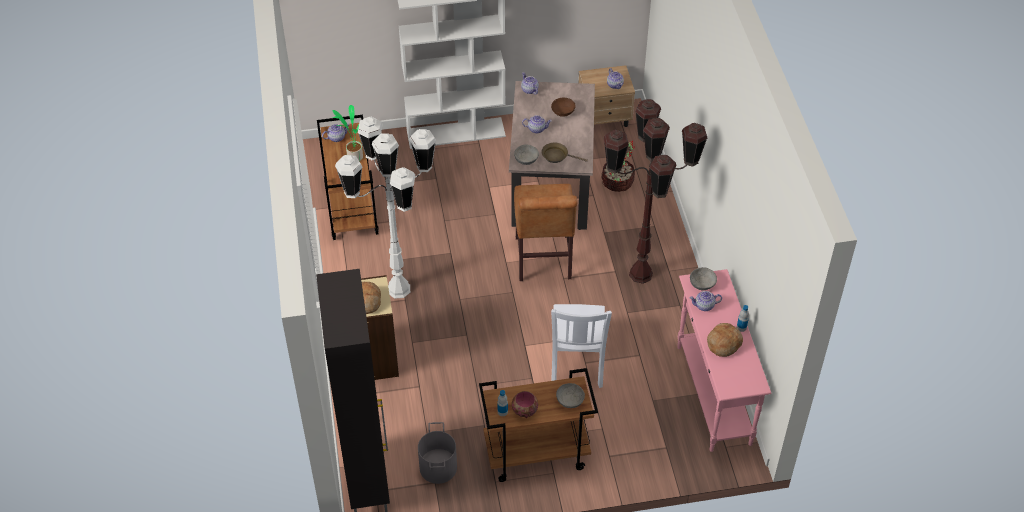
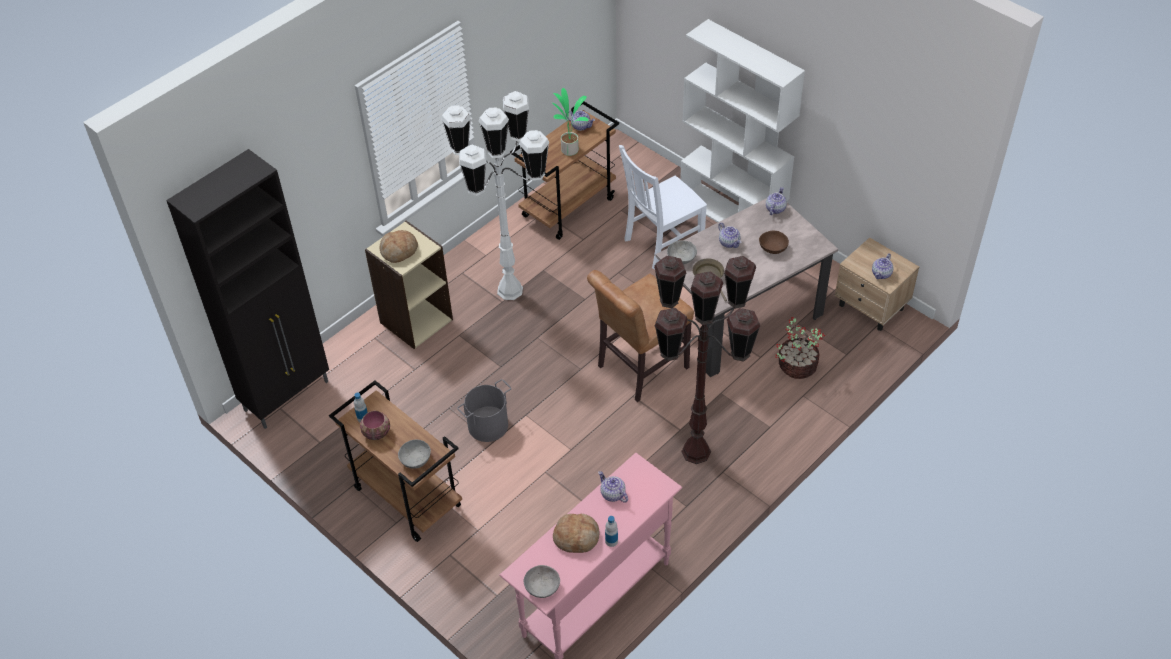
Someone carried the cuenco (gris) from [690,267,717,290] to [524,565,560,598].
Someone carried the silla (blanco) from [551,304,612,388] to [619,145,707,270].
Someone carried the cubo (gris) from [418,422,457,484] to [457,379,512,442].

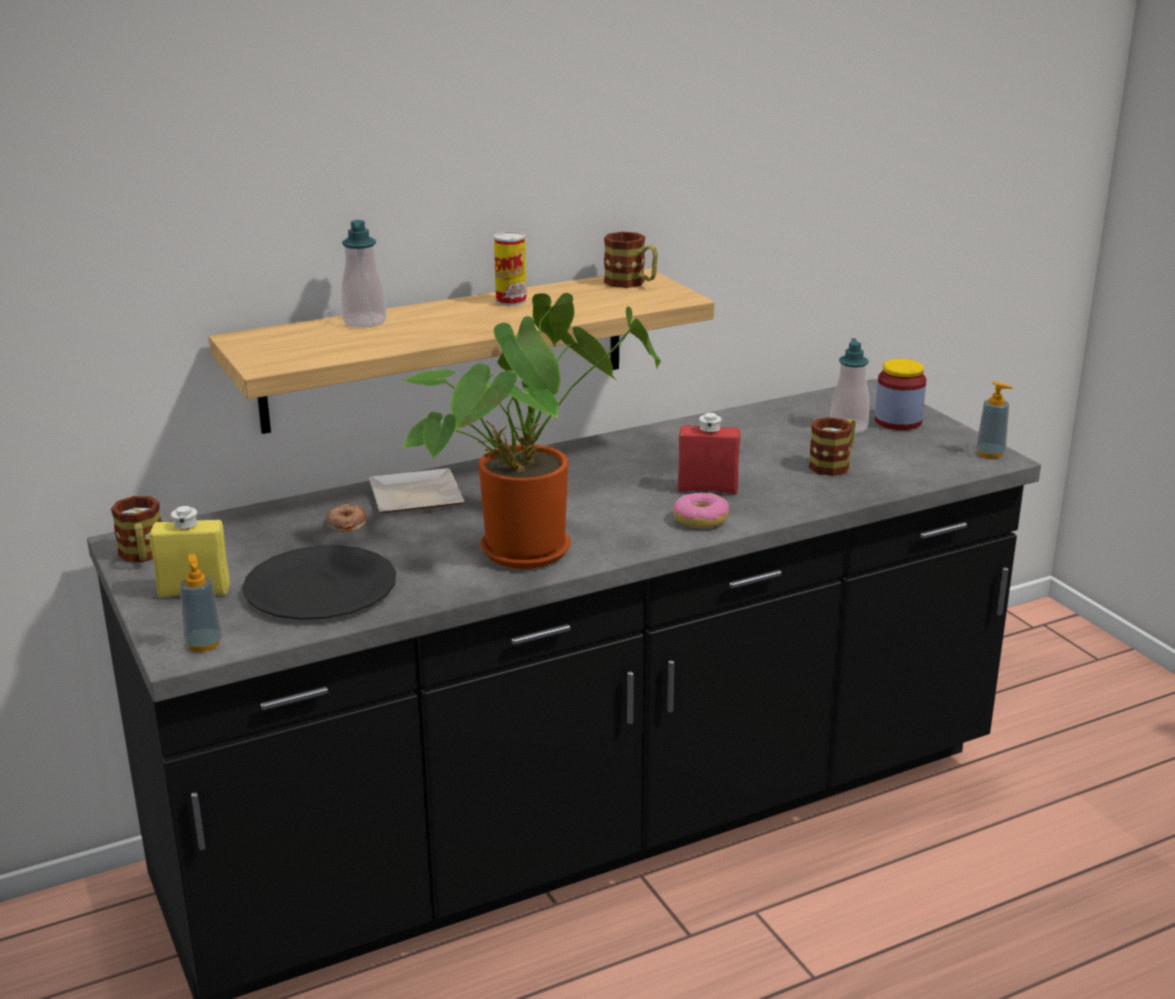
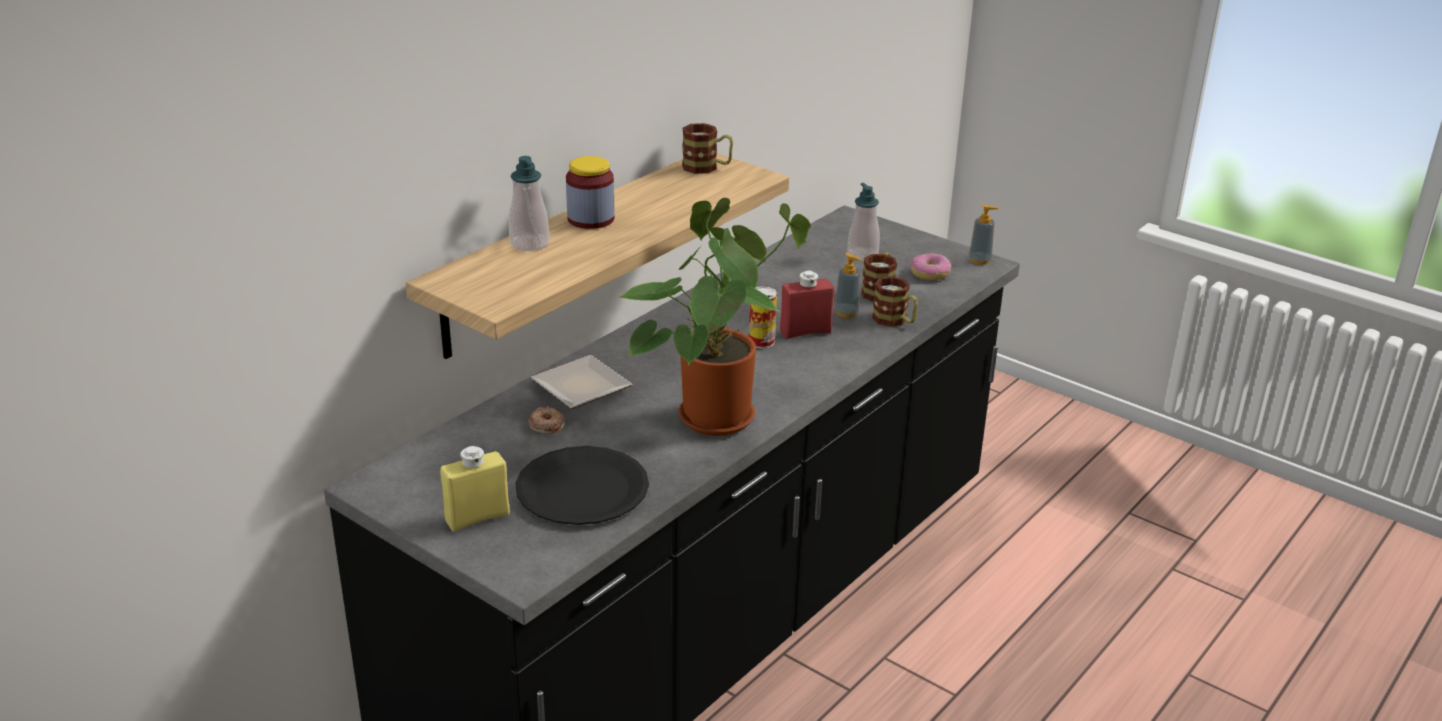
Someone carried the lata from [494,231,527,306] to [749,286,777,349].
Someone carried the tarro from [875,359,926,430] to [566,156,615,229].
Someone carried the rosquilla from [673,492,729,528] to [910,253,951,280].
Someone carried the taza grande from [111,496,162,562] to [872,276,918,327].
Someone carried the dispensador de jabón from [180,554,222,652] to [834,253,861,318].

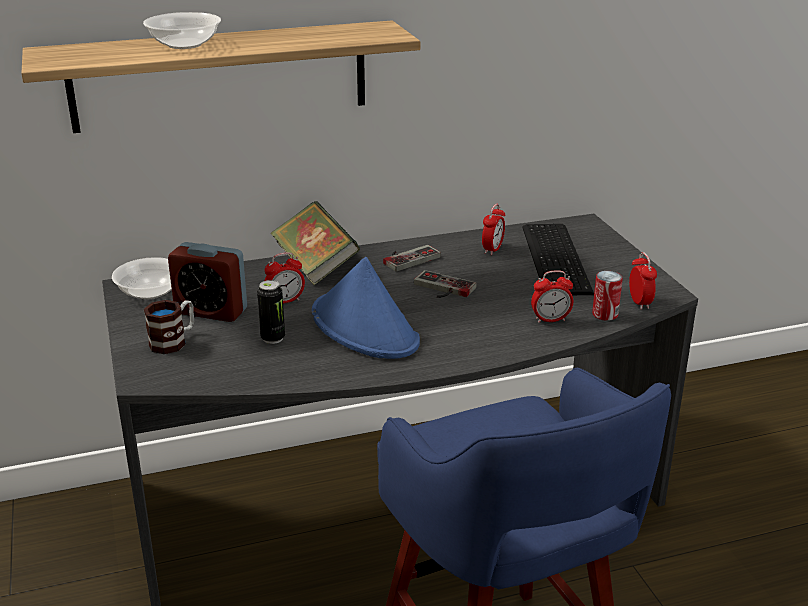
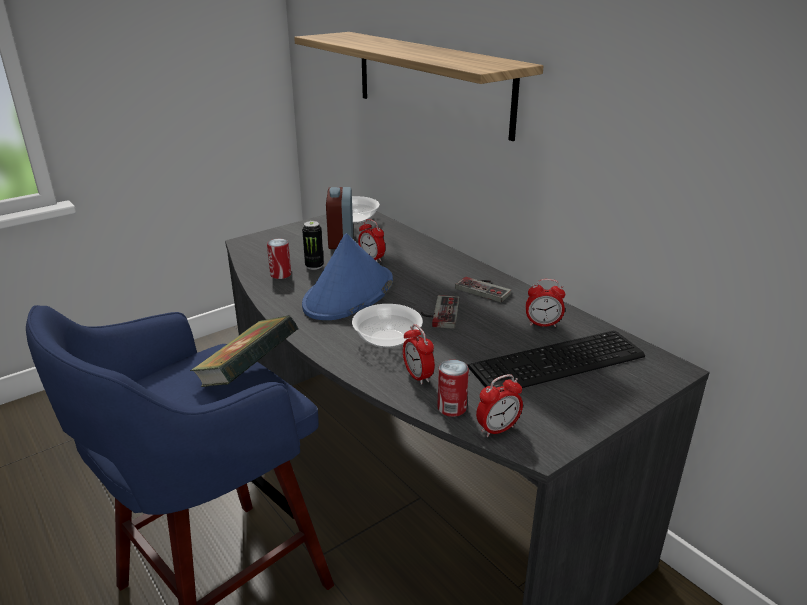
Someone carried the cuenco from [143,12,221,49] to [352,304,423,348].
Someone carried the libro from [270,201,360,286] to [190,315,298,387].
Someone took away the taza grande at [144,300,194,354].
Someone put down the lata at [267,239,291,279].

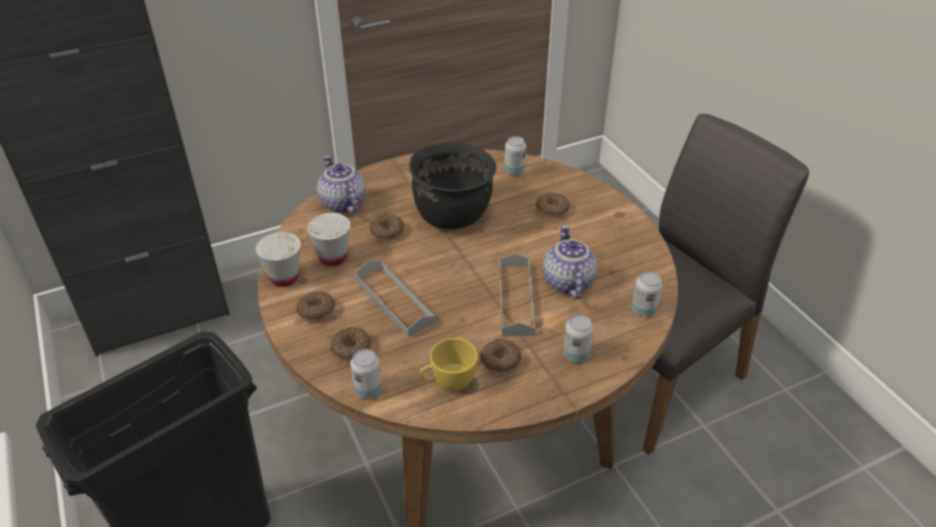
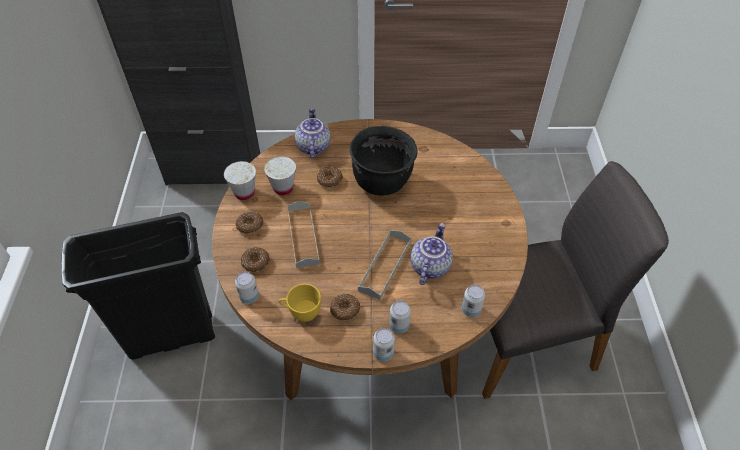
Someone carried the lata from [504,136,526,175] to [373,328,395,361].
Someone took away the rosquilla at [536,192,569,218].

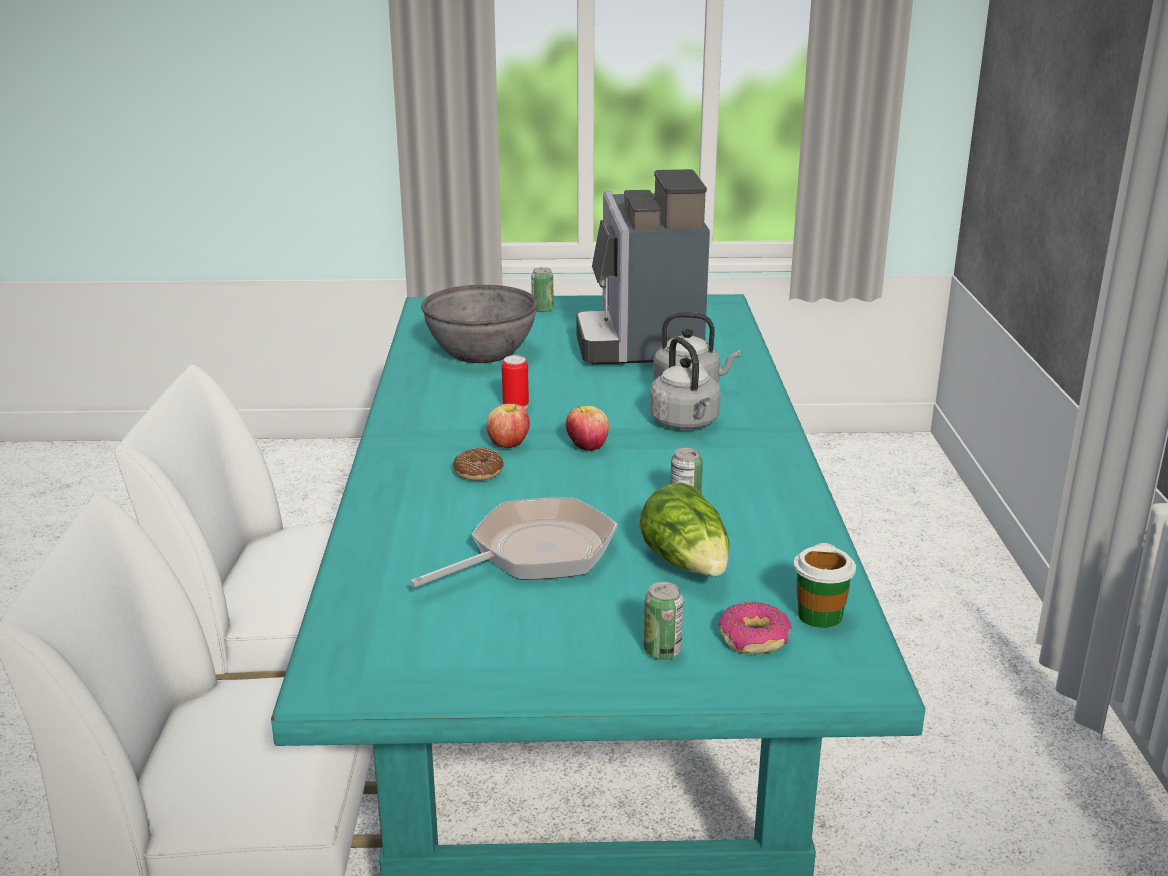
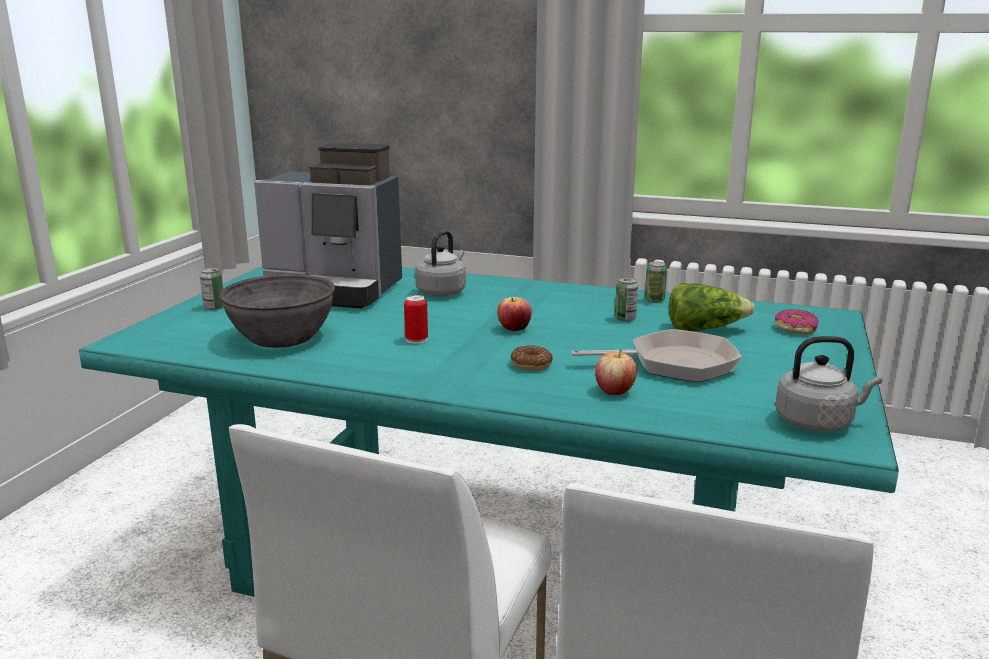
Someone carried the hervidor (gris) from [650,337,721,429] to [775,336,883,432].
Someone carried the manzana from [486,404,530,448] to [595,349,637,395].
Someone rotated the sartén at [410,497,618,587] by 105 degrees clockwise.
Someone took away the taza at [794,543,856,628].
Someone carried the lata from [644,582,684,660] to [645,261,667,303].

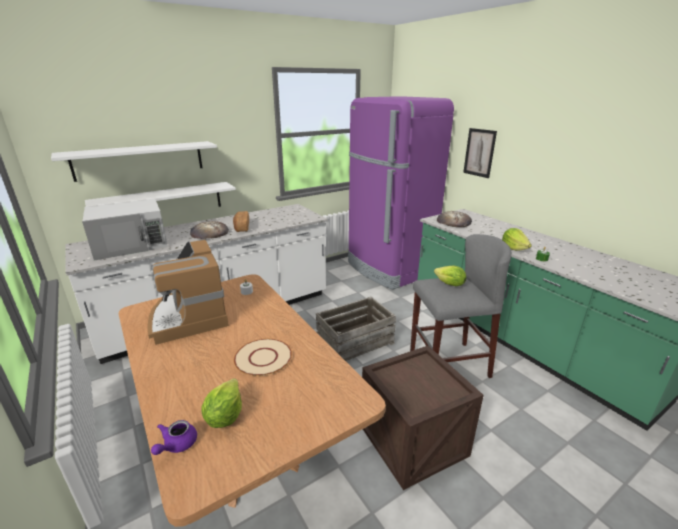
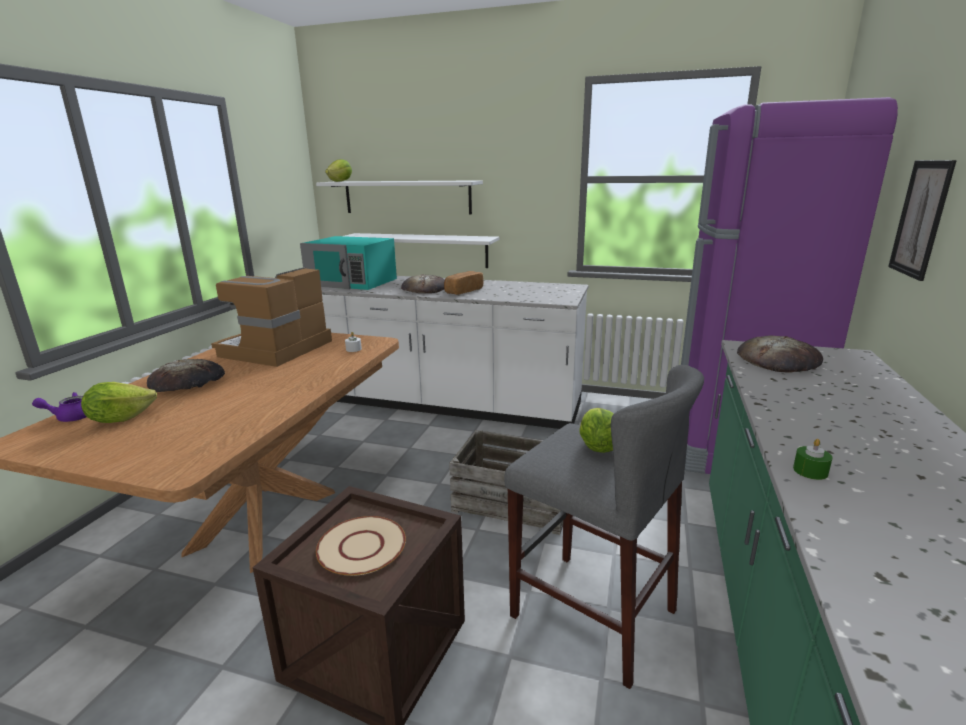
Someone repainted the microondas (blanco) at [82,198,168,261], which became the microondas (turquesa) at [300,236,397,290].
Someone carried the lechuga from [502,228,532,251] to [325,159,352,182].
Someone carried the plato (beis) from [234,339,292,376] to [316,516,406,576].
Someone put down the pan at [147,359,225,392].

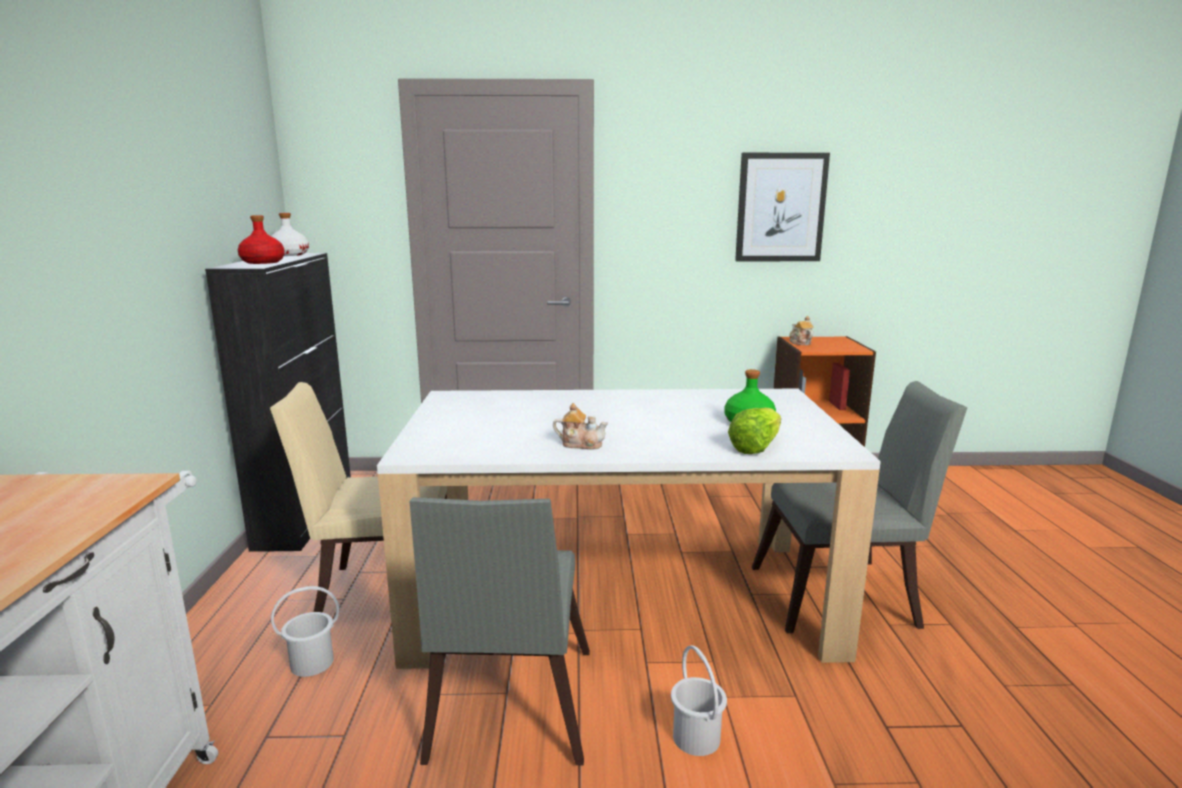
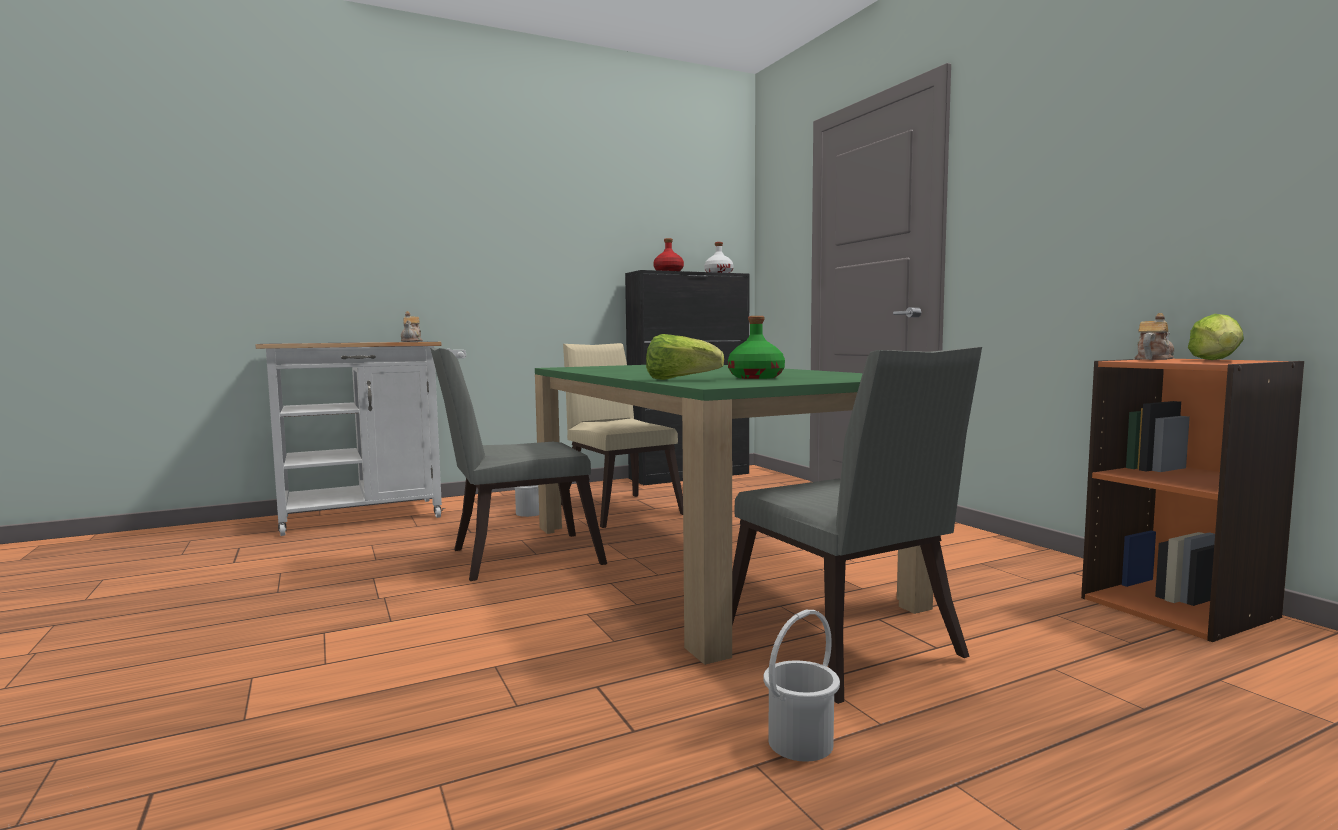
Someone took away the cuadro at [735,153,830,261].
Someone repainted the mesa de comedor (blanco) at [377,389,881,669], which became the mesa de comedor (verde) at [535,365,933,665].
Someone carried the tetera from [553,403,608,450] to [401,311,423,342].
Someone carried the cubo (blanco) from [671,645,727,756] to [763,610,840,762].
Someone put down the lechuga at [1188,314,1244,360].

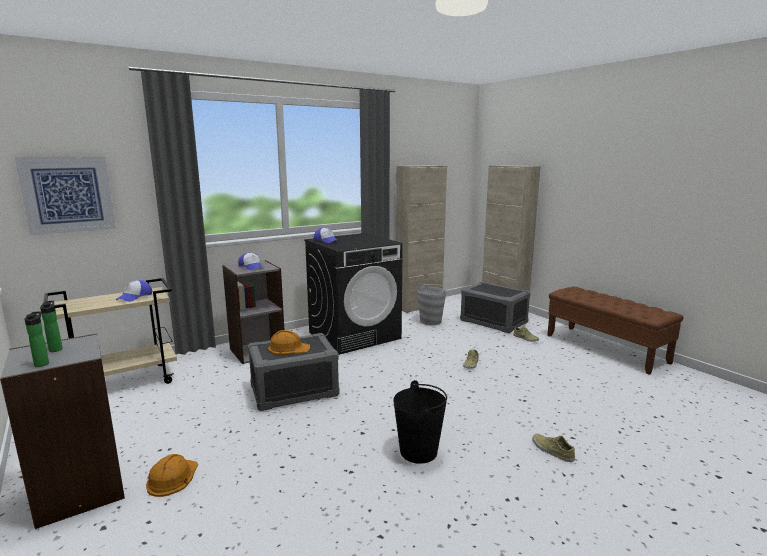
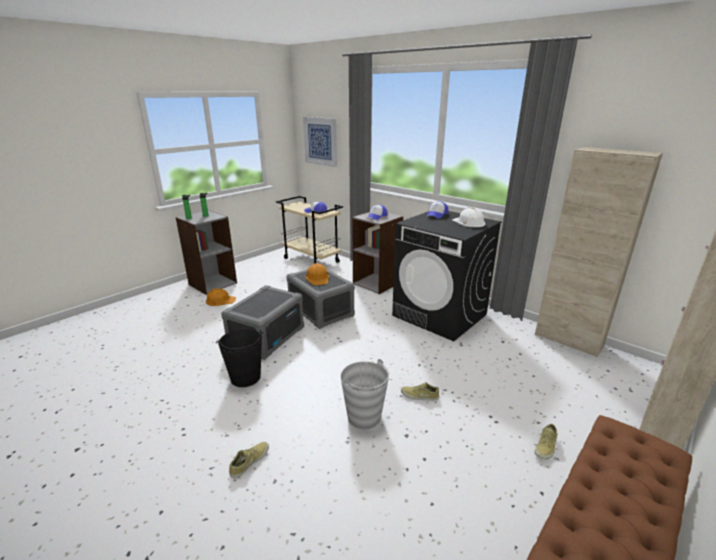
Someone carried the caja de almacenaje (gris) from [460,282,531,333] to [221,285,304,360].
Someone carried the cubo (gris) from [417,283,447,325] to [341,359,389,430].
Someone put down the casco (blanco) at [452,207,485,227].

